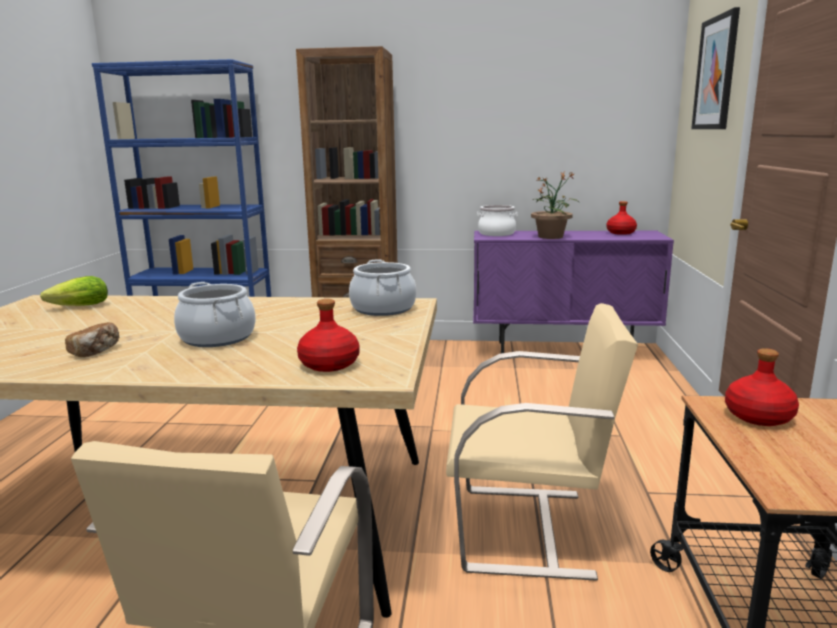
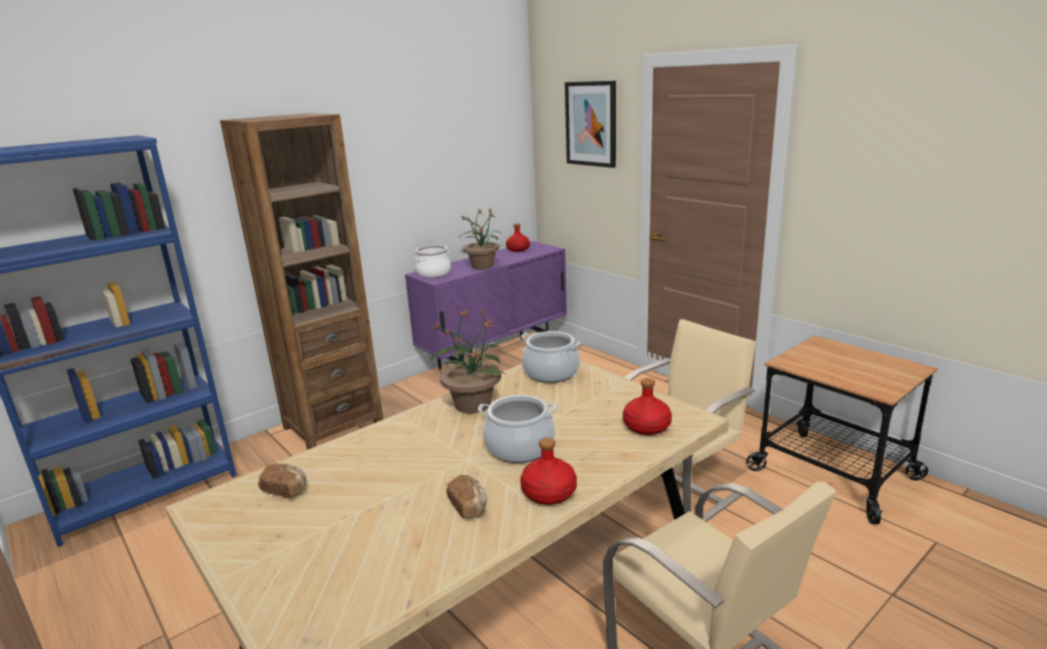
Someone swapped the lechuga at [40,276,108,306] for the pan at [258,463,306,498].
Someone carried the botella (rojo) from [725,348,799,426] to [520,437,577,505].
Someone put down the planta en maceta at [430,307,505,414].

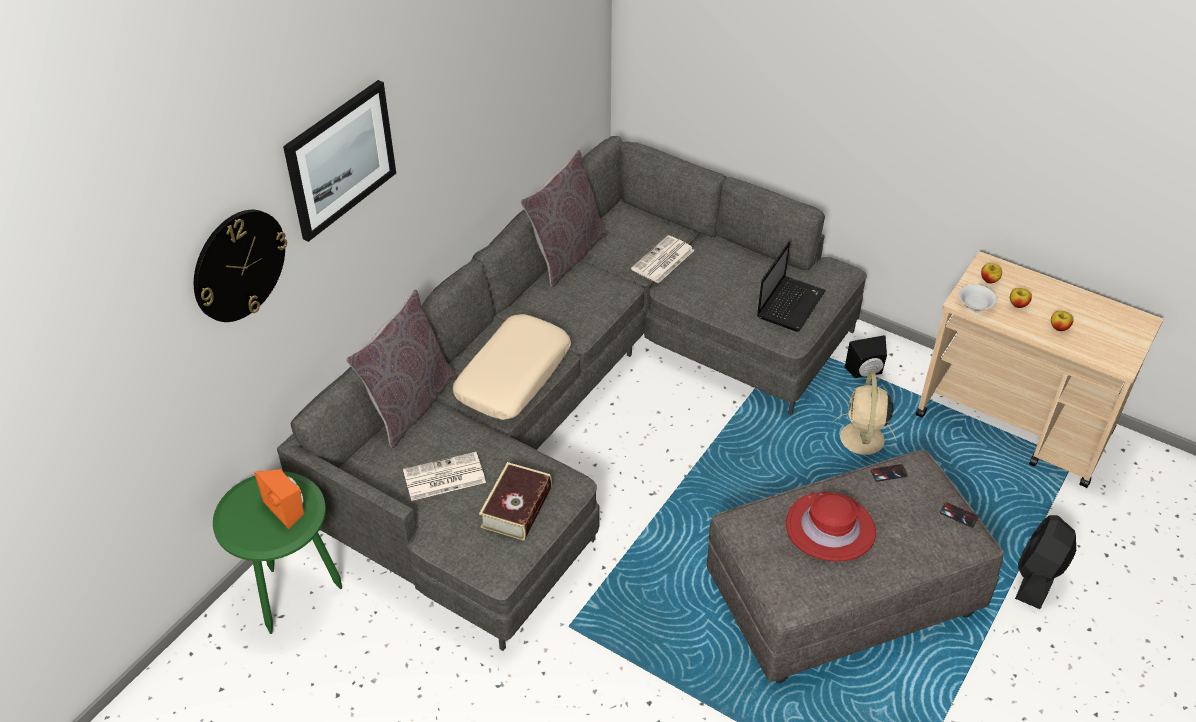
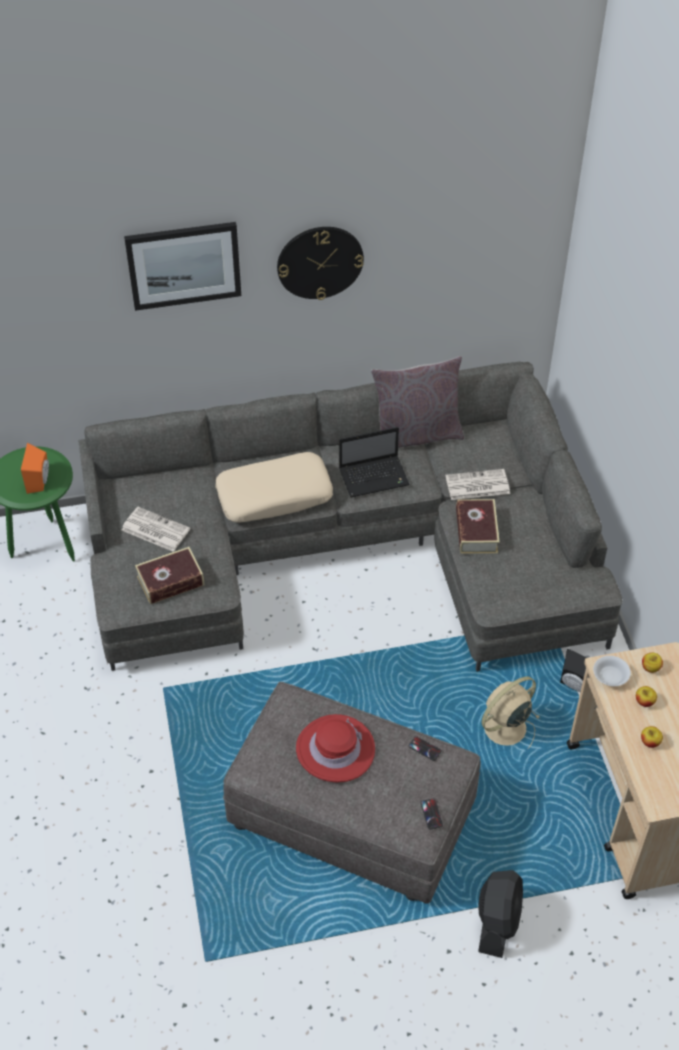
Someone carried the reloj de pared from [194,210,287,322] to [277,227,364,300].
Someone carried the portátil from [757,241,826,332] to [339,427,410,497].
Someone took away the cojín (gris) at [346,289,457,448].
Someone rotated the ventilador (negro) at [1015,515,1076,609] by 120 degrees clockwise.
Someone put down the libro at [456,499,500,554].

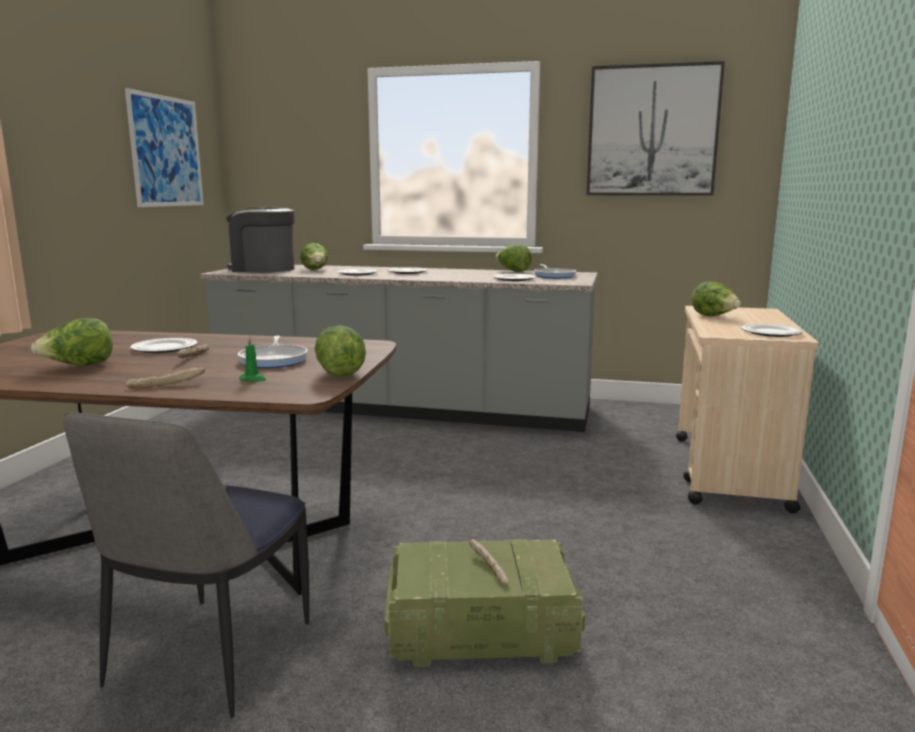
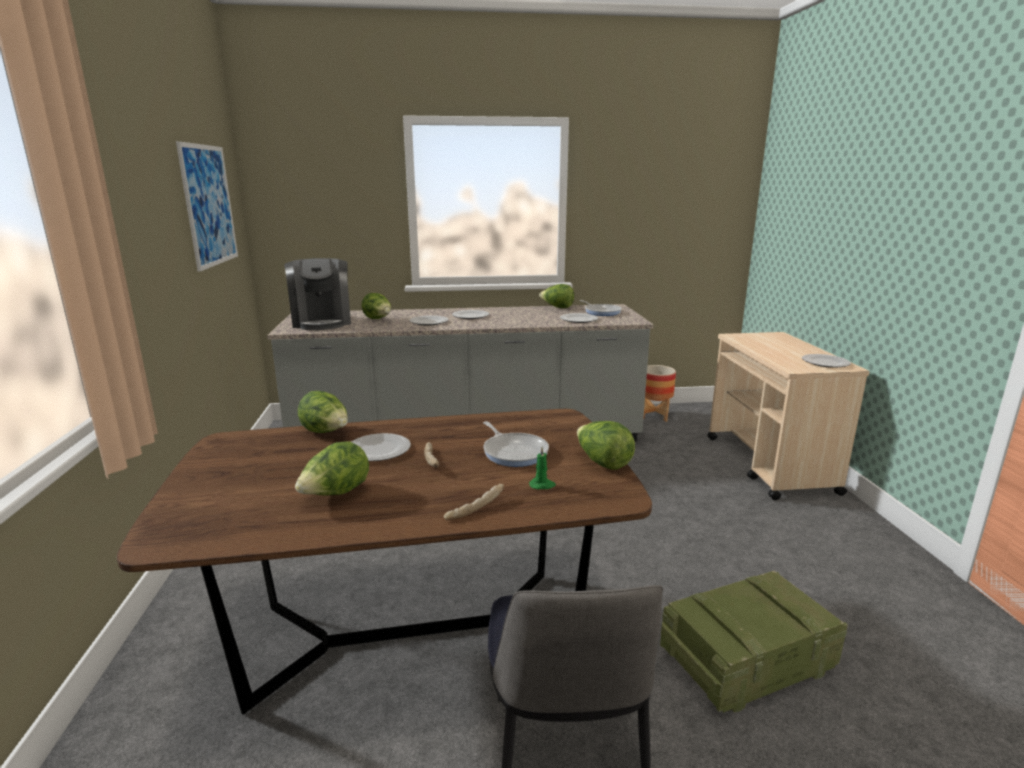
Someone took away the cuadro at [587,61,725,196].
Someone rotated the cafetera at [226,207,295,273] by 105 degrees counterclockwise.
Someone carried the lechuga from [691,281,741,316] to [298,391,348,433].
Someone took away the pan at [469,539,509,585].
Someone put down the maceta at [643,365,676,422].

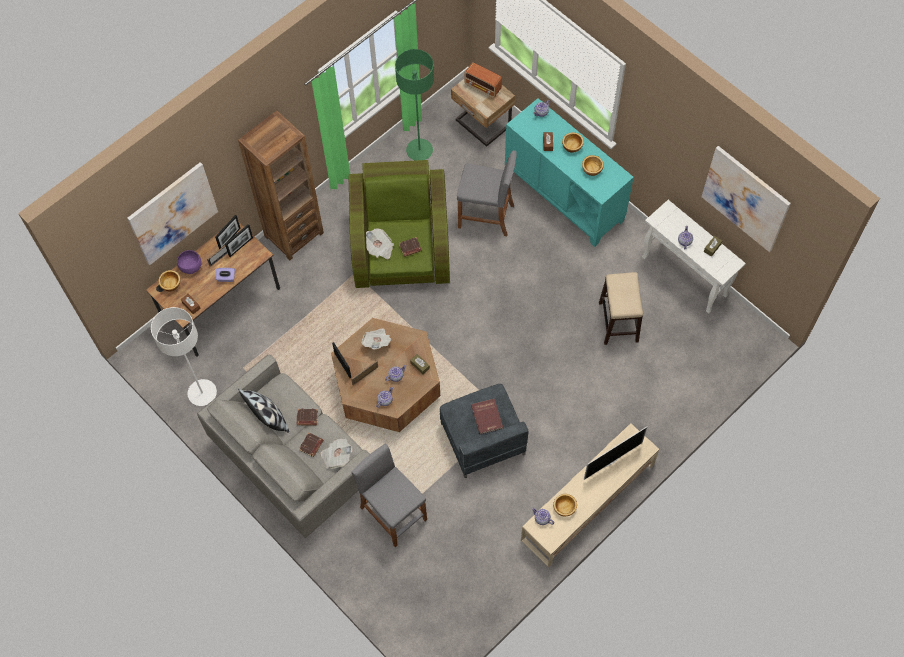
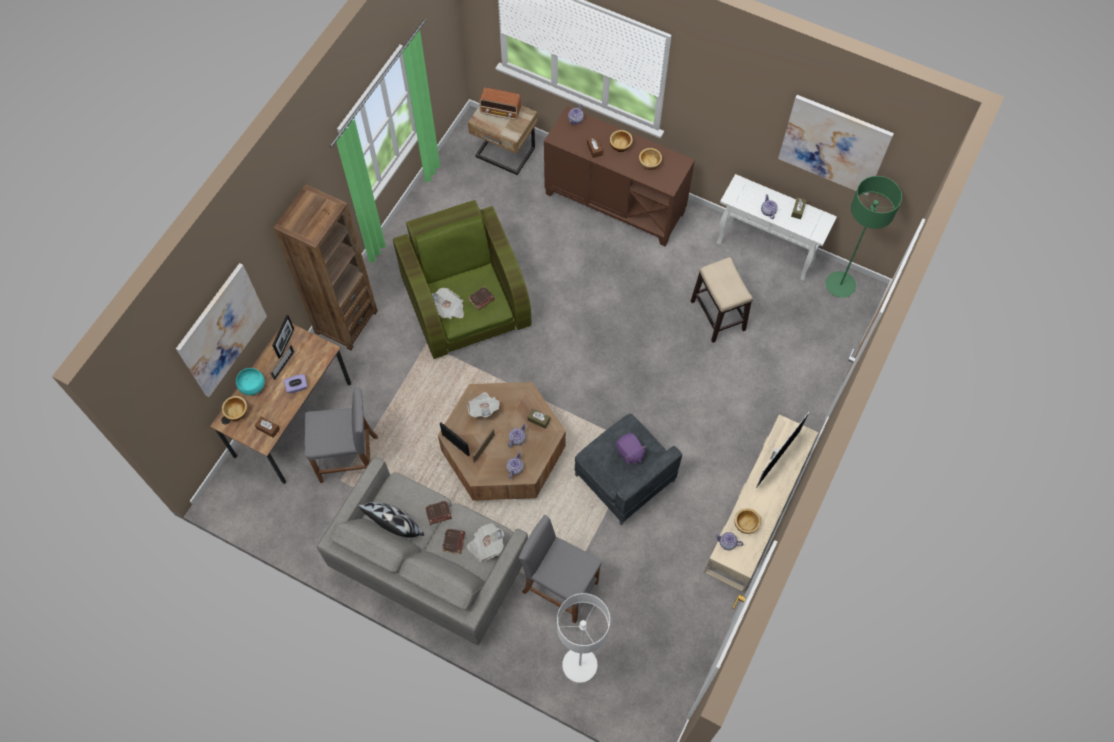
Someone carried the lámpara de pie (verde) from [395,49,434,161] to [826,176,902,298].
Someone repainted the armario (turquesa) at [505,98,634,247], which became the armario (marrón) at [544,106,695,246].
Someone carried the taburete (gris) from [457,150,517,236] to [305,387,378,483].
Someone took away the portarretratos at [225,224,253,257].
Someone repainted the cuenco (morado) at [177,250,202,274], which became the cuenco (turquesa) at [236,368,265,395].
Someone carried the lámpara de pie (blanco) from [151,307,217,406] to [557,593,610,683].
Someone swapped the libro (rojo) at [471,399,503,434] for the peluche (morado) at [616,433,646,464].

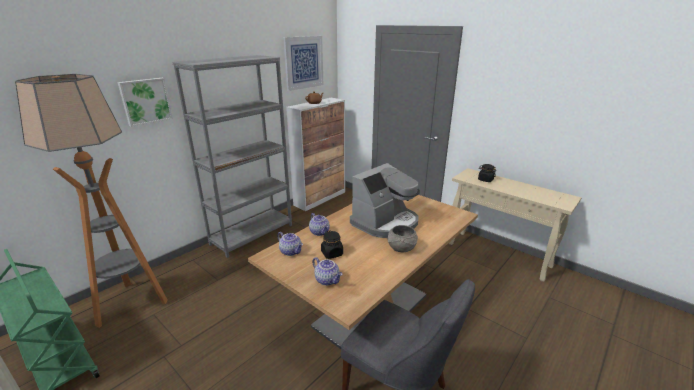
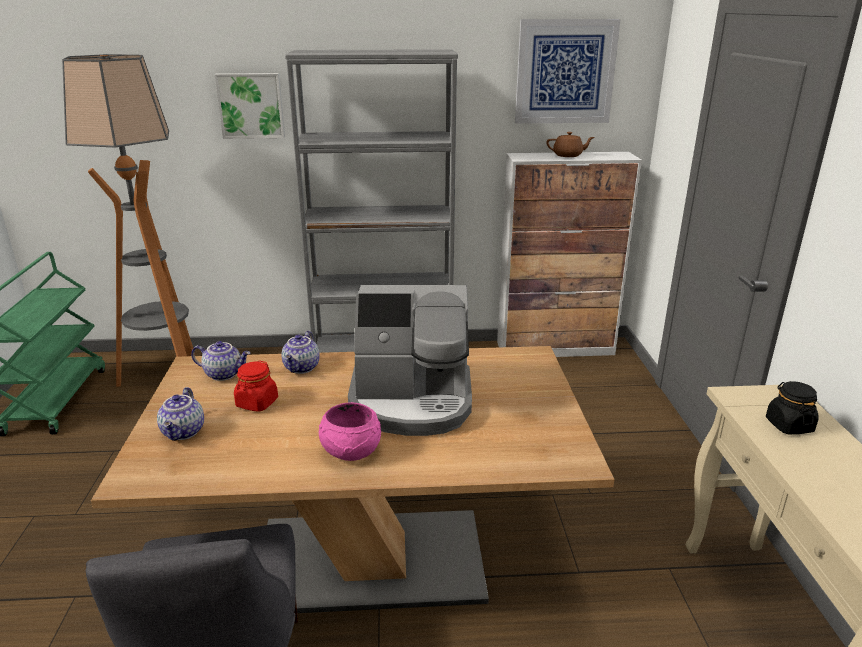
Someone repainted the cuenco (gris) at [388,225,418,252], which became the cuenco (rosa) at [319,402,381,461].
Someone repainted the tarro (negro) at [321,230,343,259], which became the tarro (rojo) at [234,360,278,412].
Someone rotated the tetera at [277,232,303,256] by 75 degrees counterclockwise.

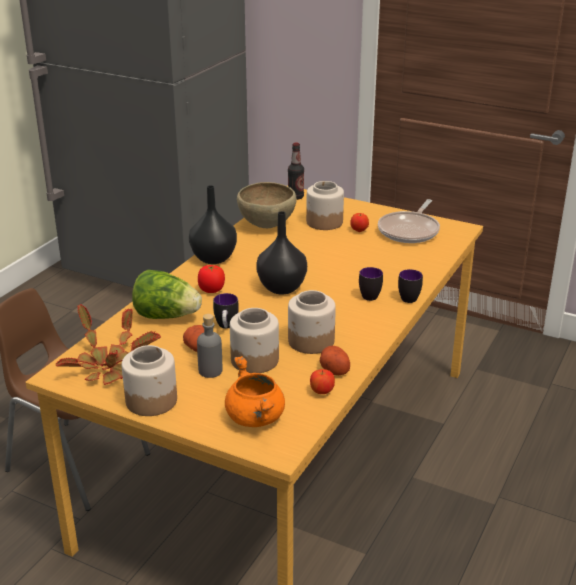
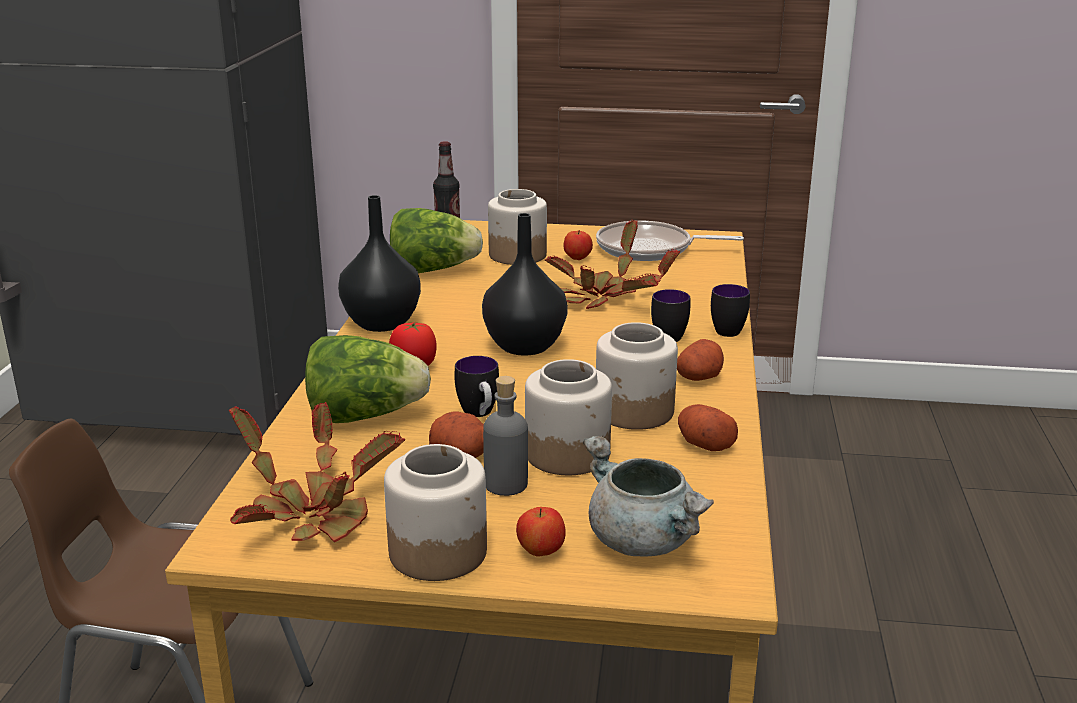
Someone swapped the cuenco (marrón) at [237,182,297,228] for the lechuga at [390,208,483,273].
Someone rotated the sartén at [378,199,440,243] by 90 degrees clockwise.
Someone repainted the olla (naranja) at [225,356,285,427], which became the olla (gris) at [583,436,714,556].
Someone carried the manzana from [310,369,335,394] to [516,507,565,557].
Someone put down the planta en maceta at [545,219,680,309].
Someone put down the patata at [677,339,724,381].

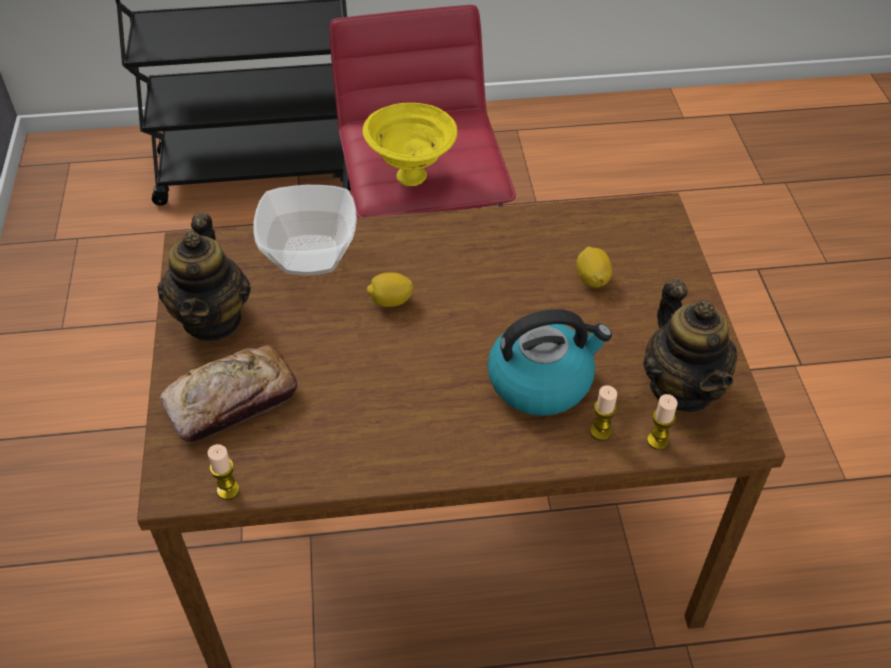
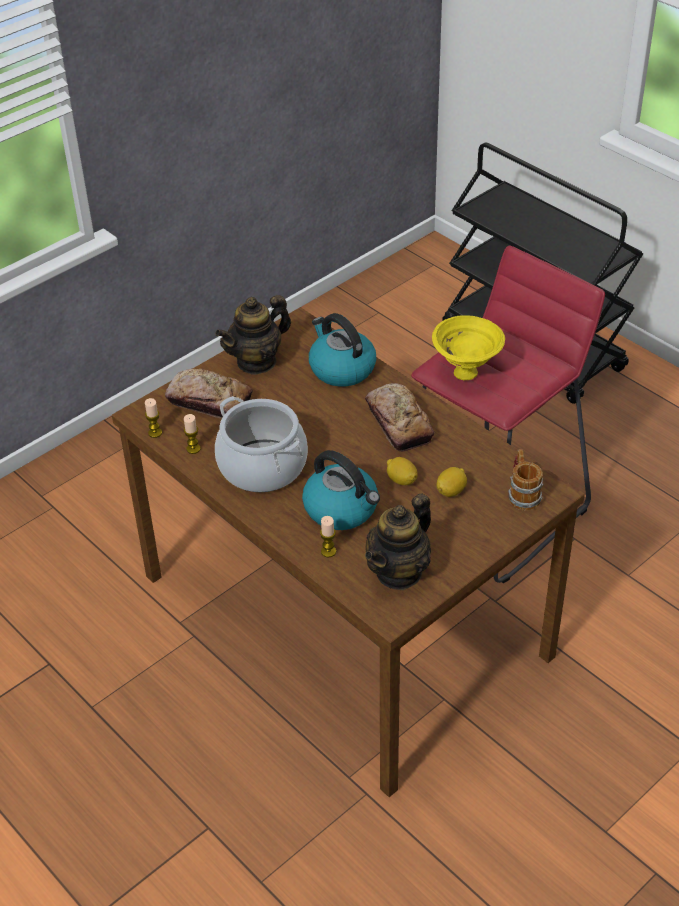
Someone swapped the cuenco at [254,185,357,276] for the hervidor at [309,313,376,387].
Someone carried the limón from [367,272,413,307] to [387,457,418,485].
Someone carried the vela from [647,394,677,450] to [184,414,201,454].
Someone put down the pan at [365,383,434,452].
Someone put down the olla at [215,396,308,492].
Someone put down the taza grande at [508,449,543,511].

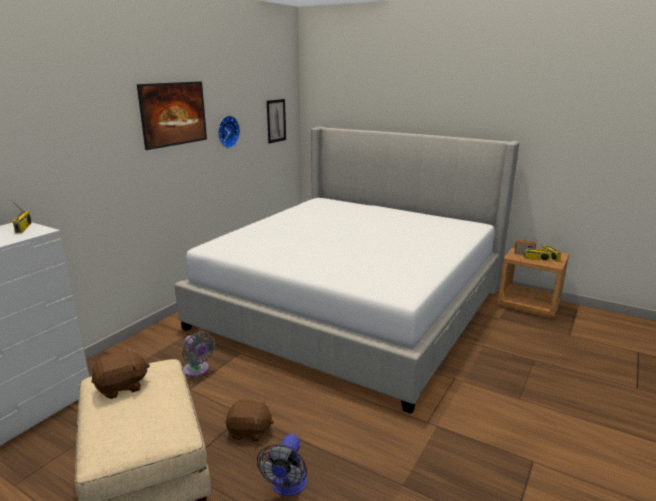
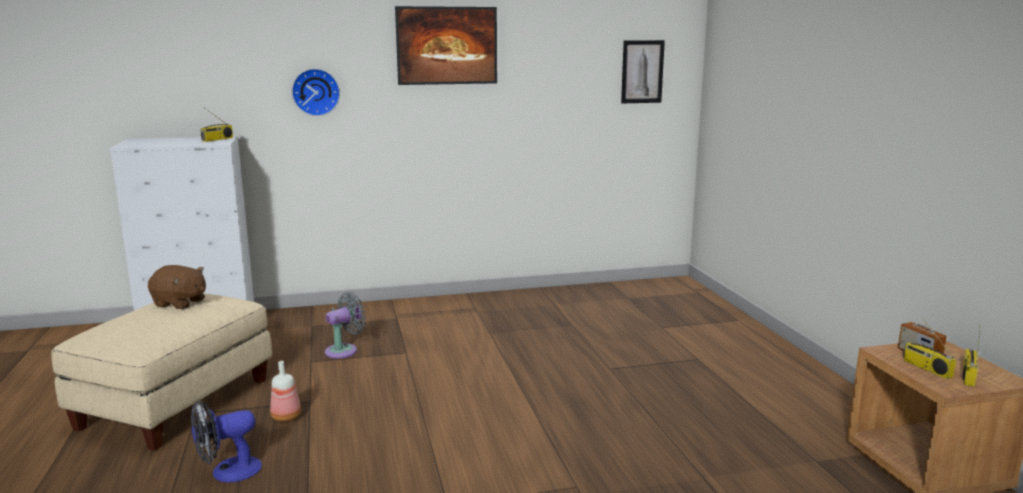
Someone carried the reloj de pared from [218,116,240,148] to [292,68,340,116].
Someone took away the cama at [174,127,519,414].
Someone rotated the ventilador (gris) at [182,331,215,377] by 135 degrees counterclockwise.
Someone swapped the peluche (marrón) at [226,399,274,442] for the botella at [270,361,301,422].

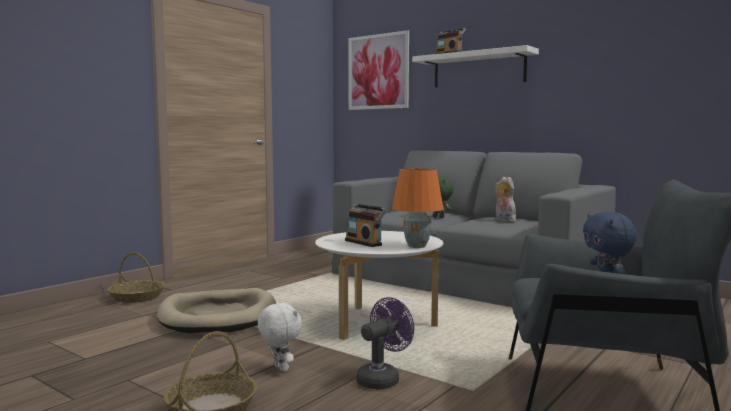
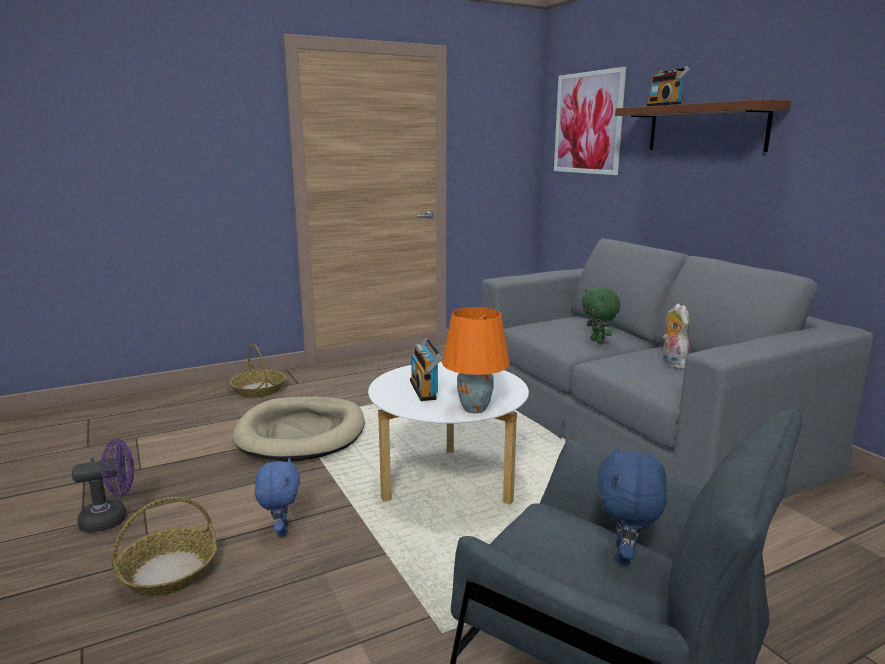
Someone repainted the estante (blanco) at [412,45,539,87], which became the estante (marrón) at [615,99,791,152].
Someone carried the ventilador (morado) from [356,297,414,390] to [72,439,134,533].
Someone repainted the peluche (blanco) at [258,302,302,372], which became the peluche (azul) at [255,457,300,537].

